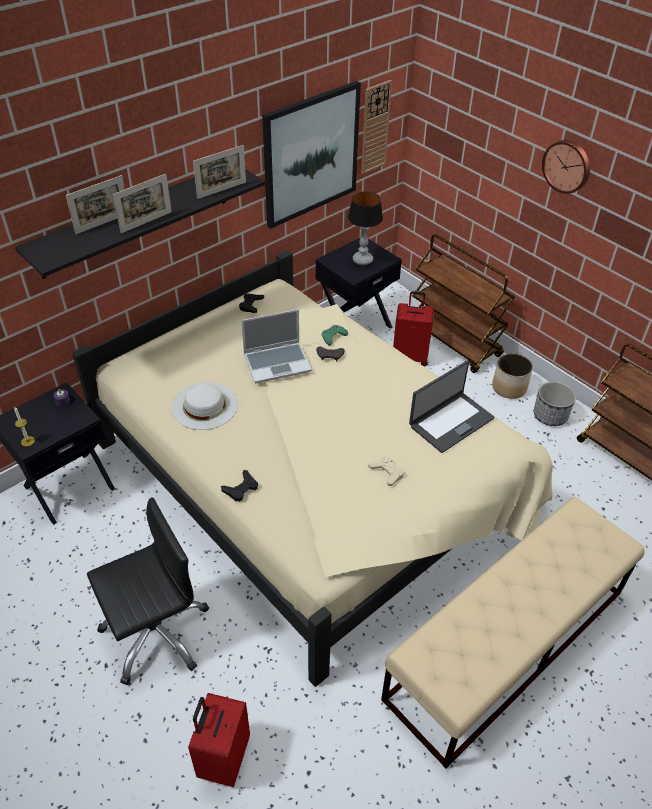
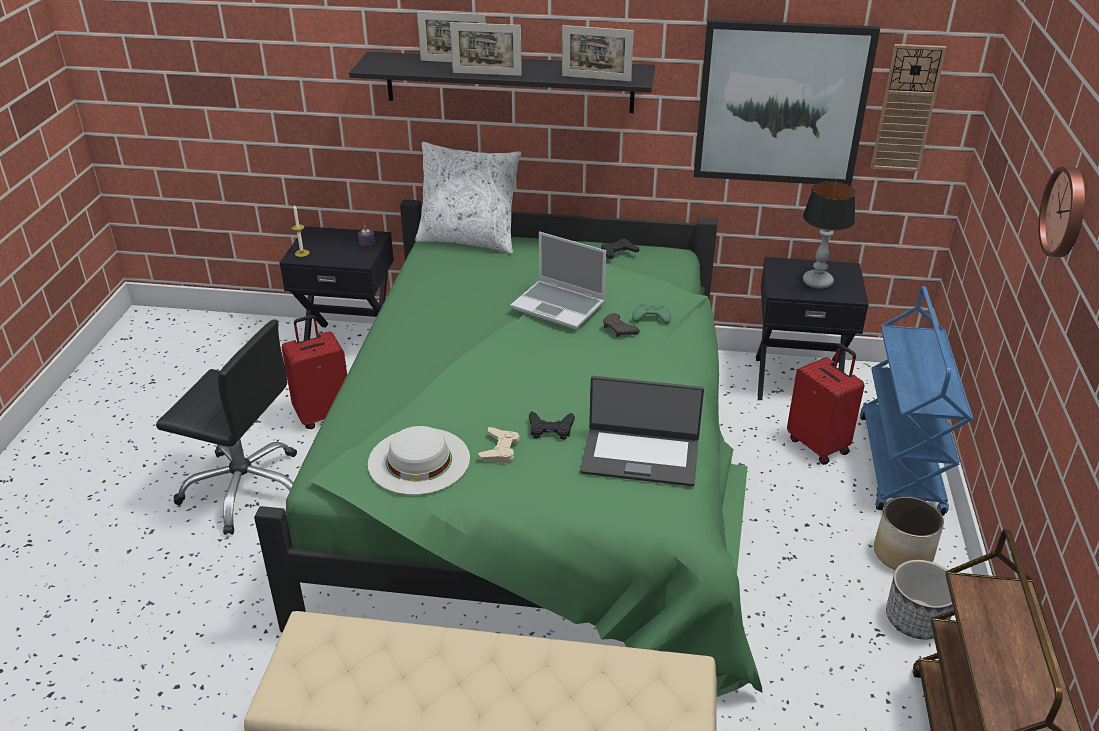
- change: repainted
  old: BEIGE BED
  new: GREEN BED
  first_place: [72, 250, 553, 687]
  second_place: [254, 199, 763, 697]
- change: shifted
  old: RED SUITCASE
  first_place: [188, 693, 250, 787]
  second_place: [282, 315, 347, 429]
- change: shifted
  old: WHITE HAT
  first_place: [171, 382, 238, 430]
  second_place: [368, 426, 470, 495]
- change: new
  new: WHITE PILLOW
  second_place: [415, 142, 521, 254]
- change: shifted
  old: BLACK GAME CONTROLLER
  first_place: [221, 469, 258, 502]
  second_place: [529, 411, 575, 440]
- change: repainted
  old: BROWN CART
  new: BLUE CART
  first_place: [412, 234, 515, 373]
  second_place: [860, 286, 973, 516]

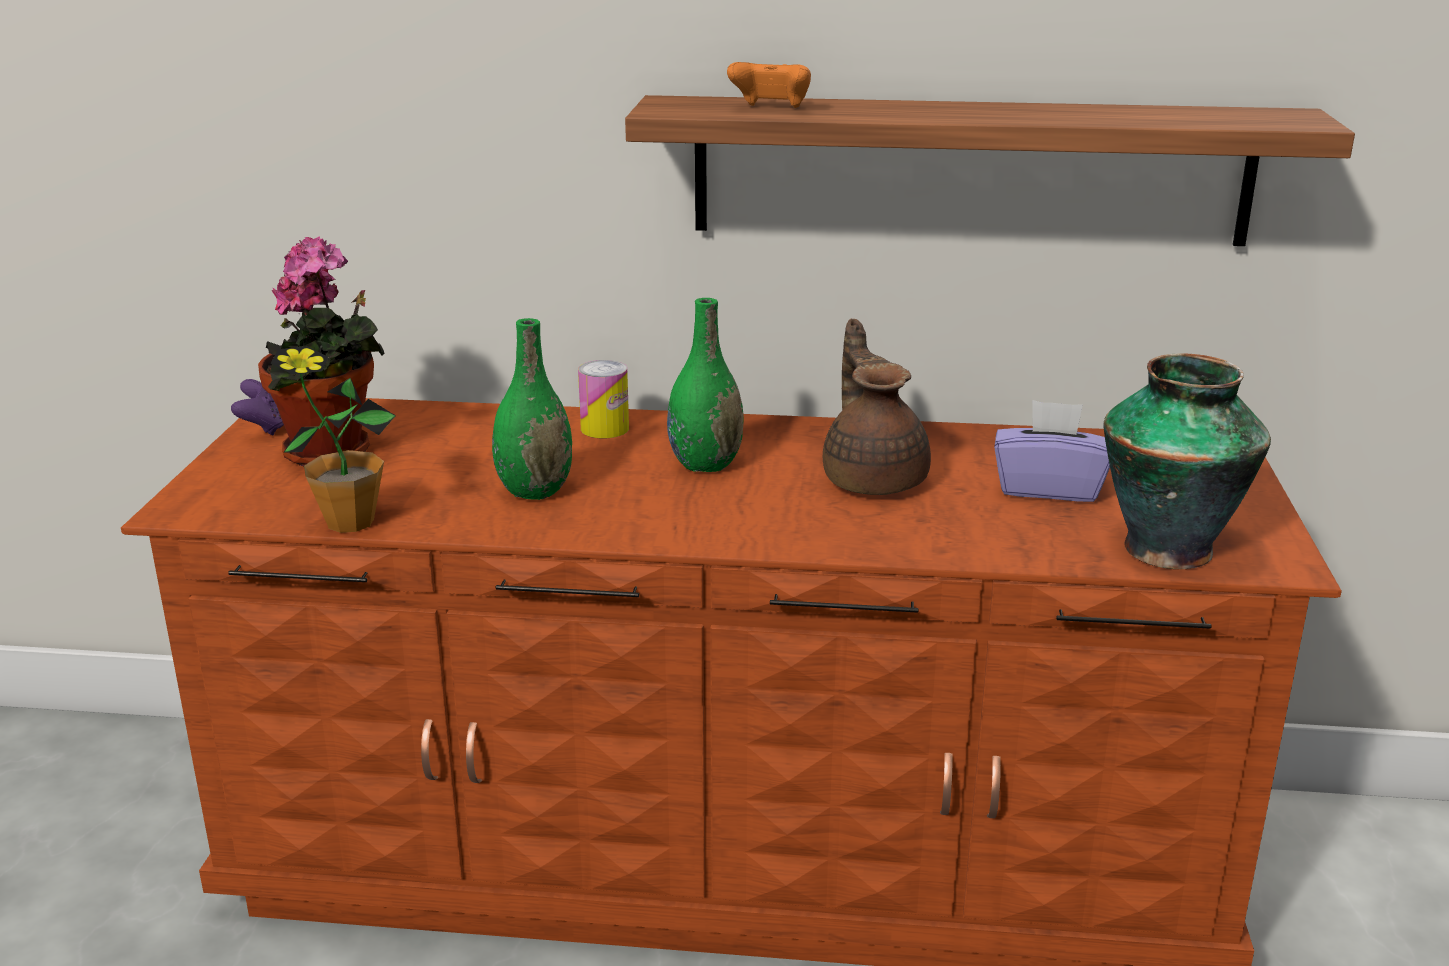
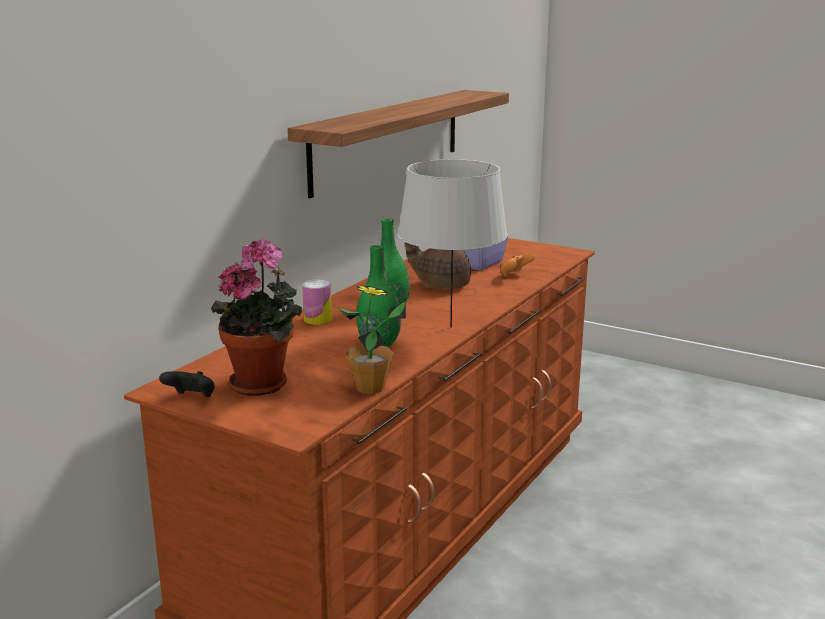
- change: repainted
  old: PURPLE GAME CONTROLLER
  new: BLACK GAME CONTROLLER
  first_place: [231, 379, 284, 435]
  second_place: [159, 371, 215, 397]
- change: new
  new: GREY TABLE LAMP
  second_place: [397, 159, 508, 328]
- change: shifted
  old: ORANGE GAME CONTROLLER
  first_place: [727, 62, 811, 108]
  second_place: [500, 253, 535, 277]
- change: gone
  old: VASE
  first_place: [1104, 353, 1271, 569]

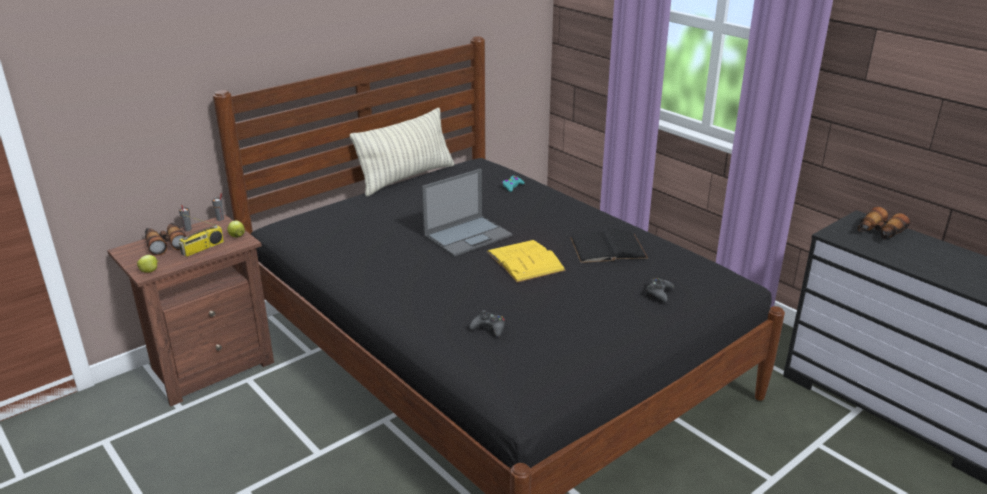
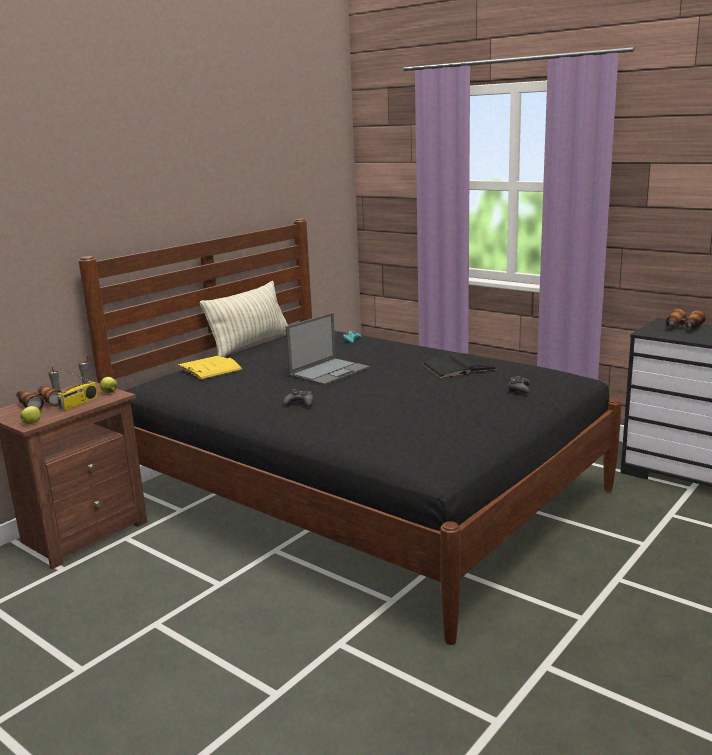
- change: shifted
  old: YELLOW BOOK
  first_place: [487, 240, 566, 283]
  second_place: [176, 356, 243, 380]
- change: shifted
  old: BLACK GAME CONTROLLER
  first_place: [469, 310, 505, 337]
  second_place: [283, 389, 313, 407]

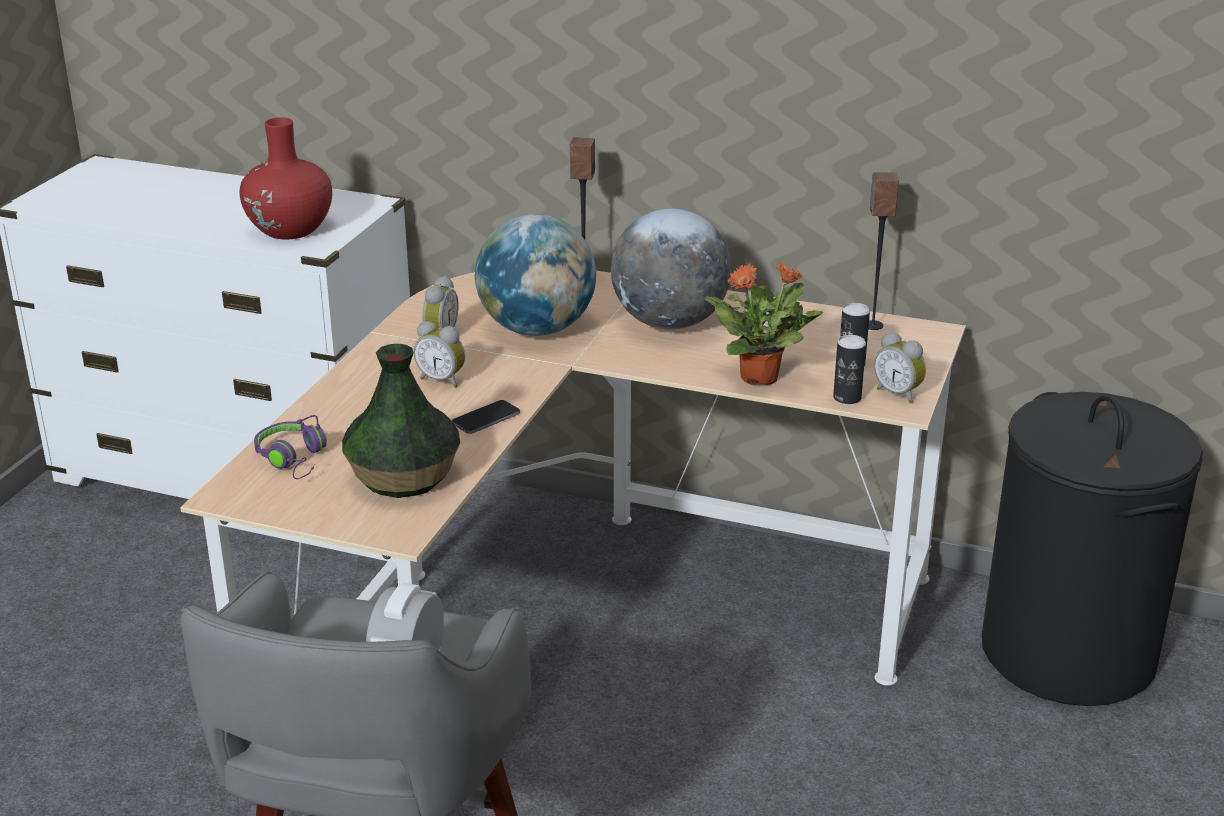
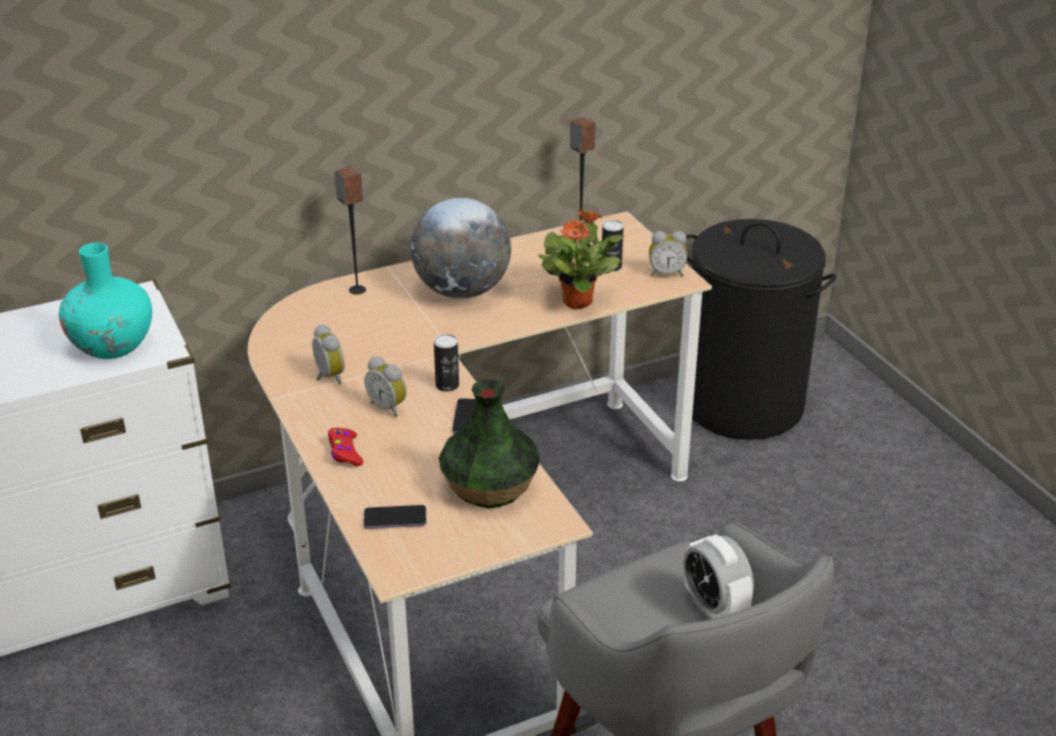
- change: repainted
  old: RED VASE
  new: TURQUOISE VASE
  first_place: [240, 117, 332, 239]
  second_place: [59, 243, 152, 359]
- change: new
  new: RED GAME CONTROLLER
  second_place: [328, 428, 363, 466]
- change: rotated
  old: ALARM CLOCK
  first_place: [414, 321, 465, 388]
  second_place: [364, 356, 407, 417]
  degrees: 60
- change: swapped
  old: PURPLE HEADPHONES
  new: PHONE
  first_place: [254, 415, 327, 479]
  second_place: [364, 505, 426, 529]
- change: shifted
  old: CAN
  first_place: [833, 335, 866, 404]
  second_place: [434, 334, 459, 392]
- change: gone
  old: GLOBE
  first_place: [475, 214, 596, 336]

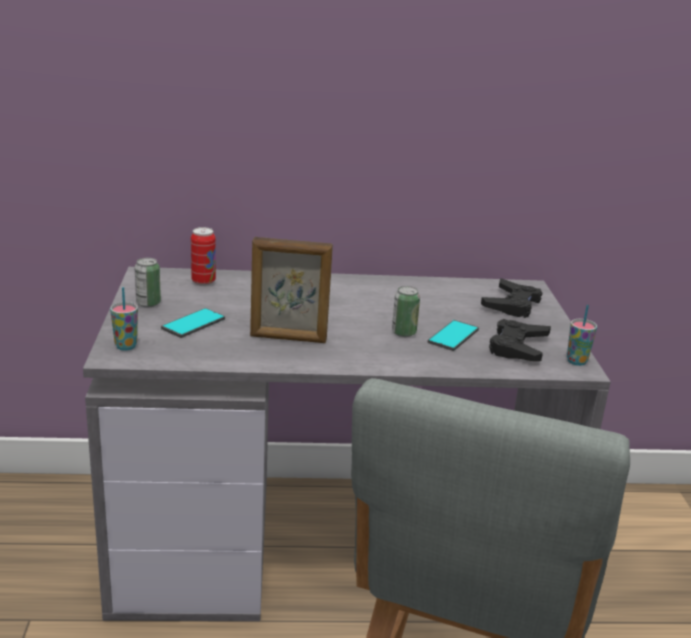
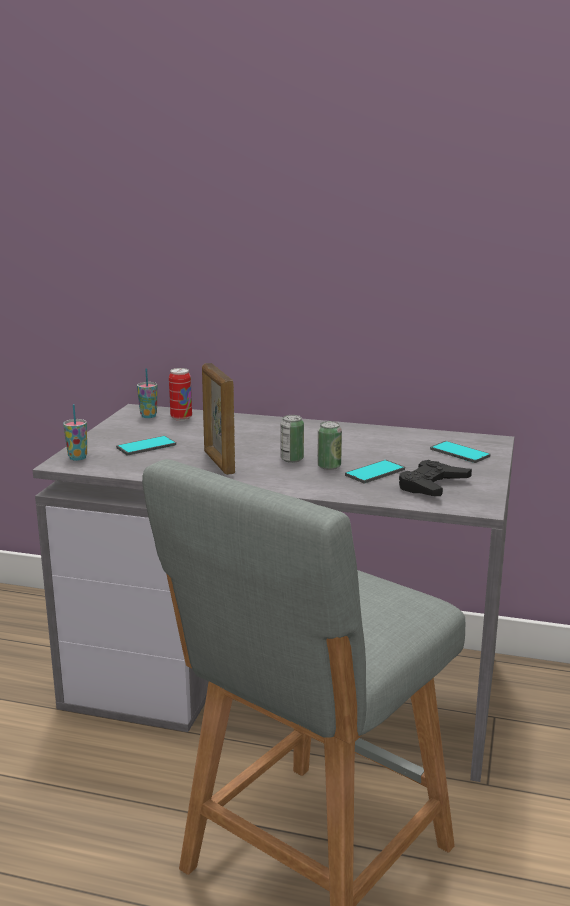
- change: shifted
  old: CUP
  first_place: [567, 305, 597, 366]
  second_place: [137, 368, 157, 418]
- change: rotated
  old: PICTURE FRAME
  first_place: [250, 237, 333, 343]
  second_place: [202, 363, 235, 475]
  degrees: 45
- change: shifted
  old: CAN
  first_place: [135, 258, 161, 307]
  second_place: [280, 415, 304, 463]
- change: swapped
  old: BLACK GAME CONTROLLER
  new: PHONE
  first_place: [481, 278, 542, 318]
  second_place: [430, 441, 491, 463]

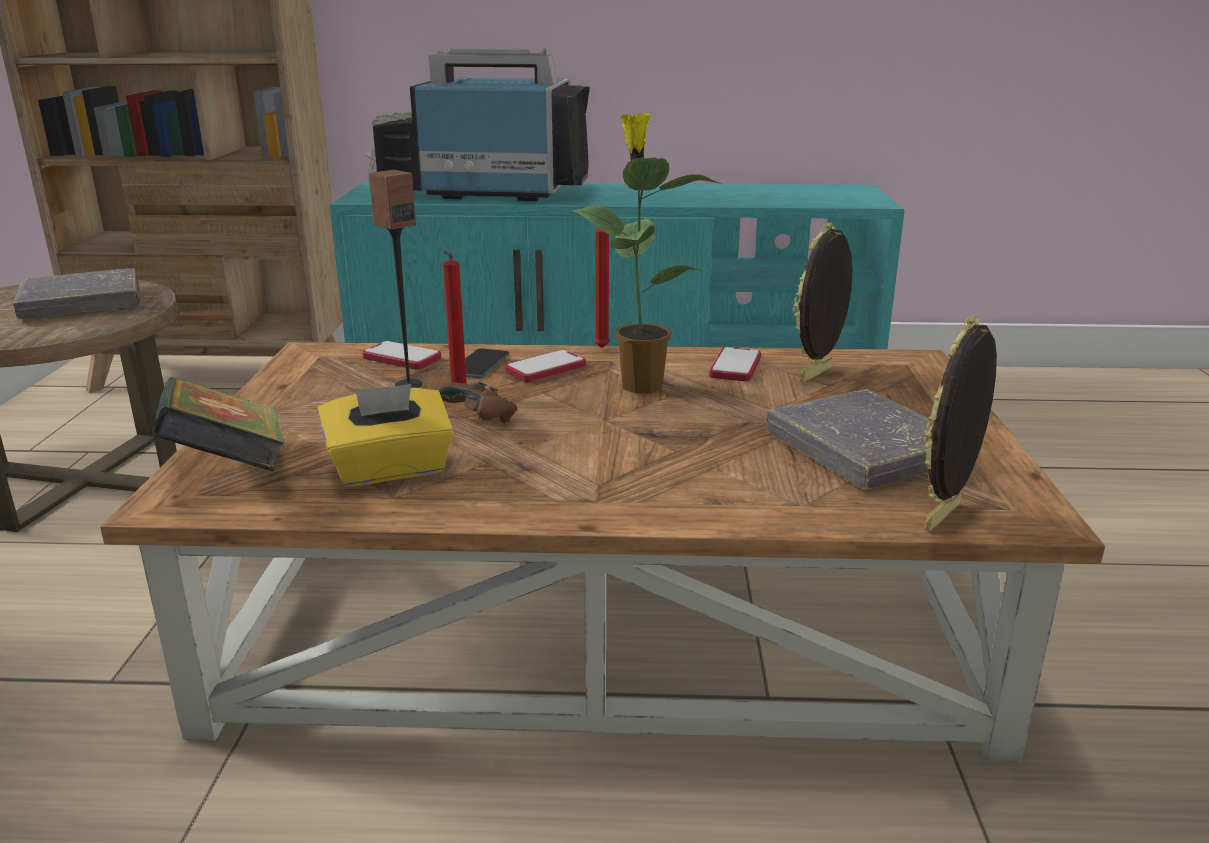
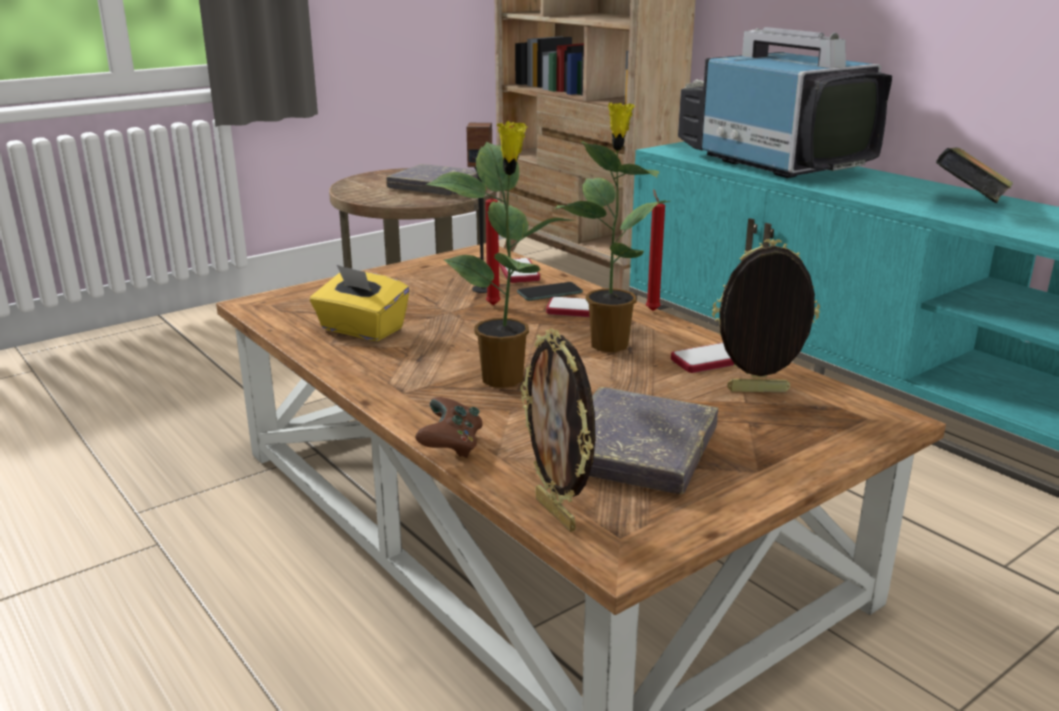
- change: shifted
  old: BROWN GAME CONTROLLER
  first_place: [437, 381, 518, 423]
  second_place: [415, 397, 483, 458]
- change: new
  new: POTTED PLANT
  second_place: [425, 121, 572, 388]
- change: rotated
  old: PICTURE FRAME
  first_place: [923, 315, 997, 531]
  second_place: [521, 328, 596, 532]
  degrees: -120
- change: shifted
  old: BOOK
  first_place: [152, 377, 286, 471]
  second_place: [936, 147, 1013, 203]

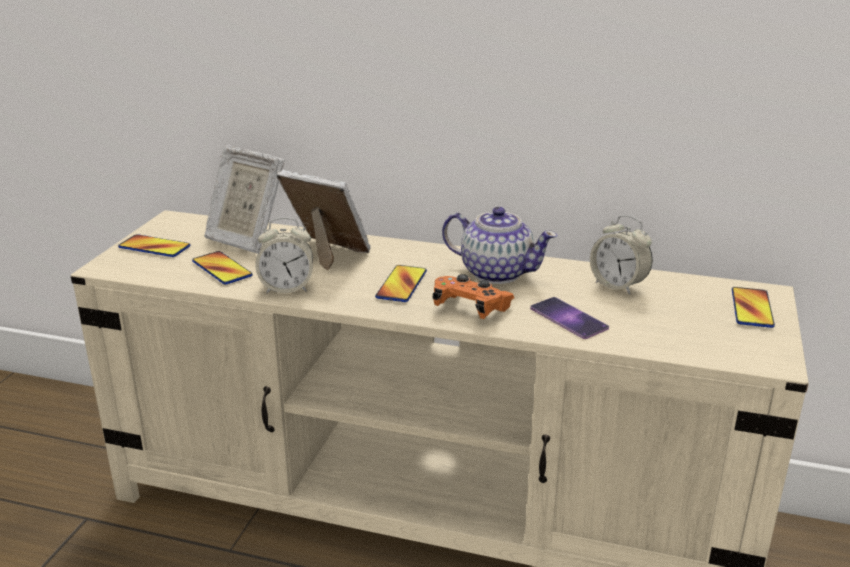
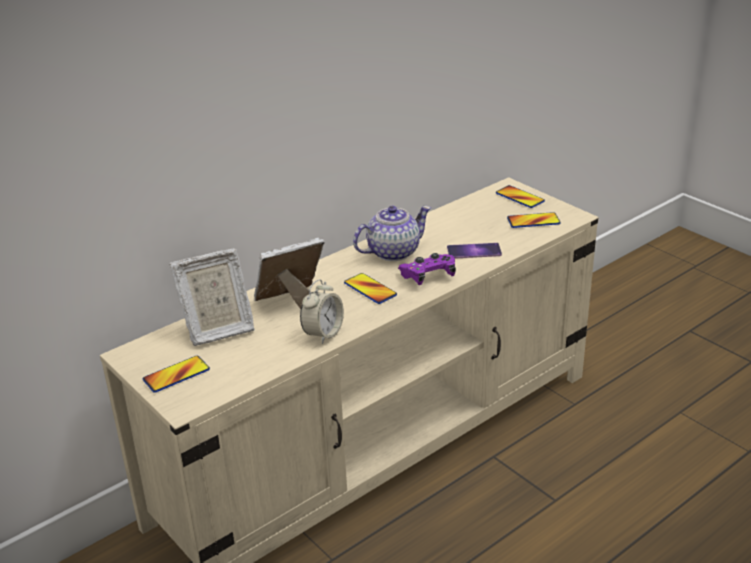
- change: repainted
  old: ORANGE GAME CONTROLLER
  new: PURPLE GAME CONTROLLER
  first_place: [433, 274, 514, 319]
  second_place: [398, 253, 456, 285]
- change: shifted
  old: PHONE
  first_place: [192, 251, 253, 285]
  second_place: [507, 212, 561, 228]
- change: gone
  old: ALARM CLOCK
  first_place: [590, 215, 653, 295]

